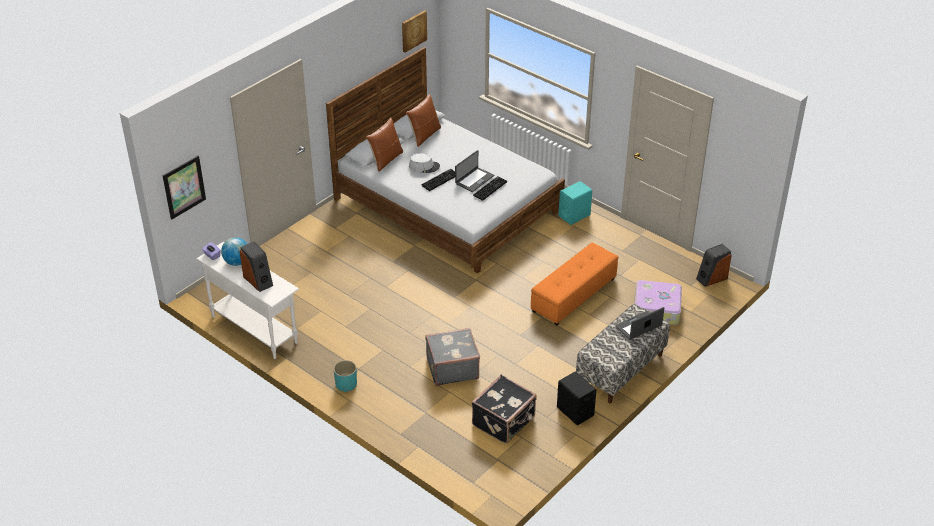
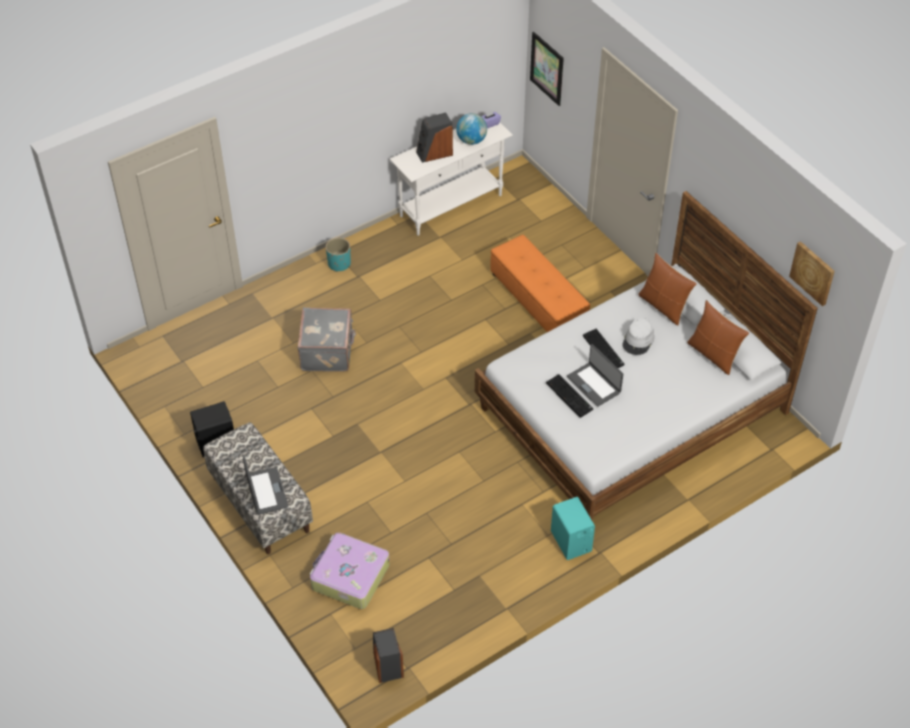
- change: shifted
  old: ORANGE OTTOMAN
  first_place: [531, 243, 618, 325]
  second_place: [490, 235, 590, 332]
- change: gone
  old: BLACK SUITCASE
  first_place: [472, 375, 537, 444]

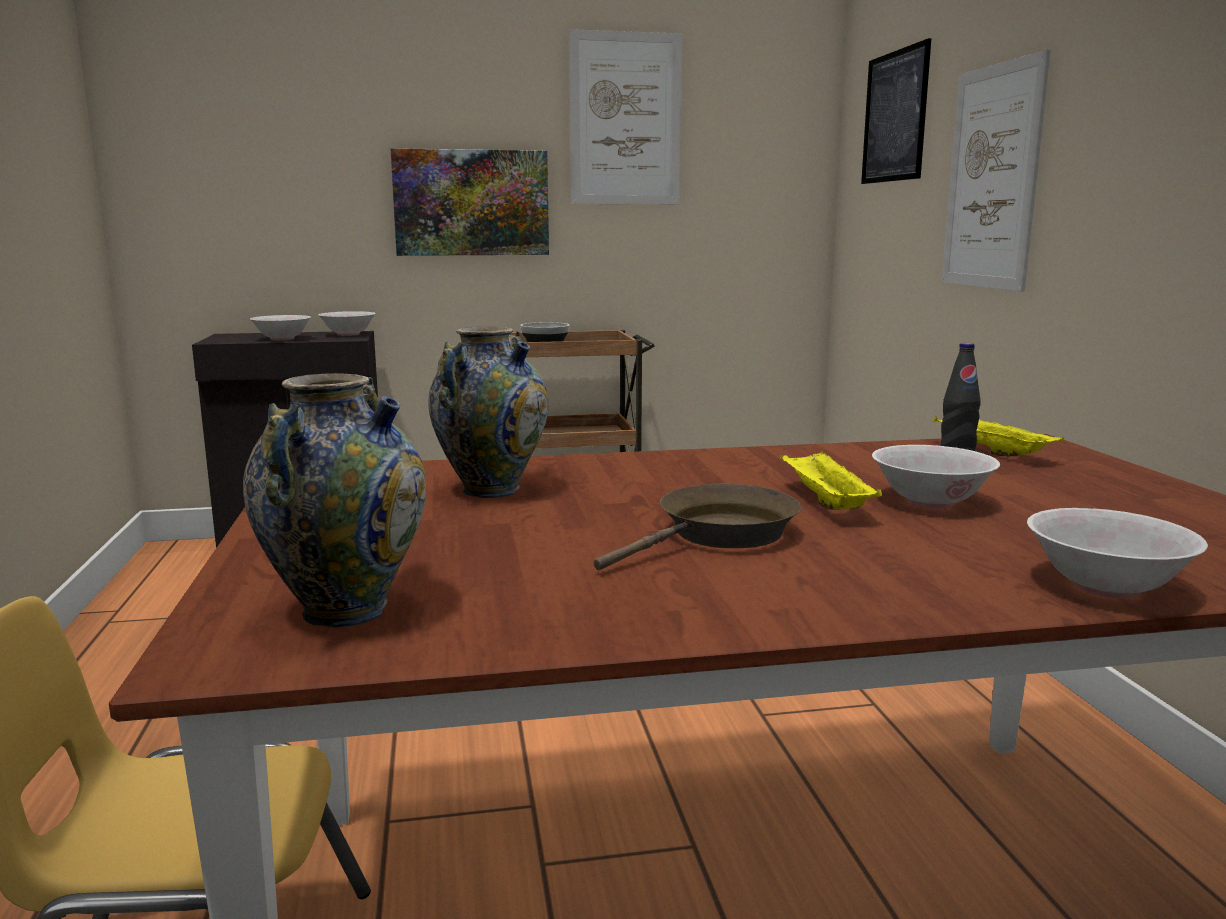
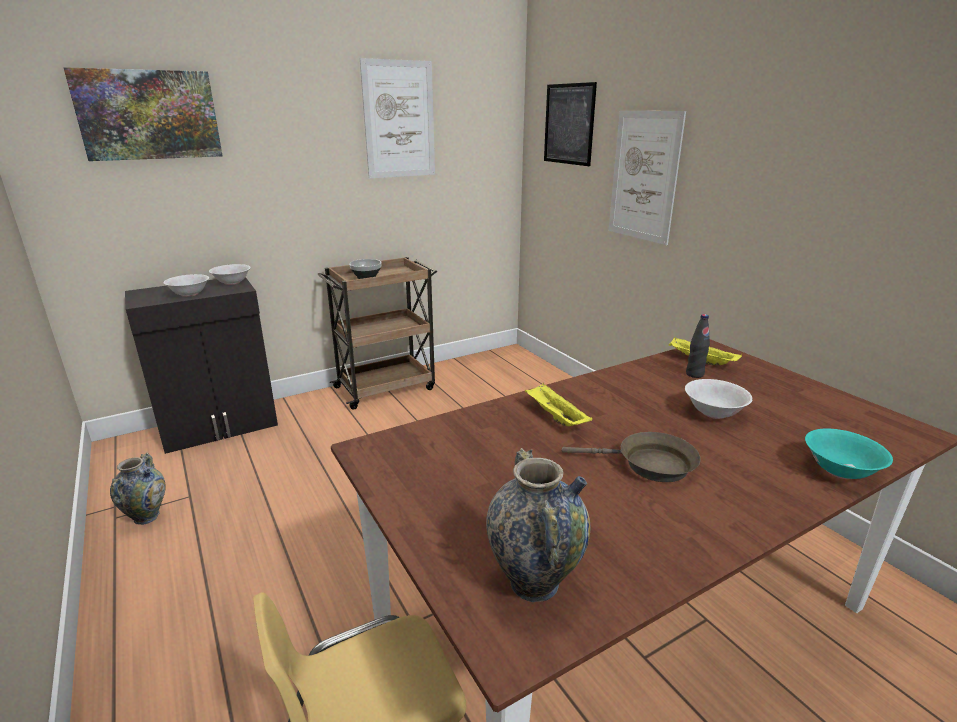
- change: shifted
  old: PICTURE
  first_place: [391, 148, 549, 256]
  second_place: [63, 67, 223, 161]
- change: shifted
  old: VASE
  first_place: [428, 326, 549, 498]
  second_place: [110, 453, 166, 525]
- change: shifted
  old: YELLOW TRAY
  first_place: [780, 451, 882, 510]
  second_place: [525, 383, 592, 426]
- change: rotated
  old: BROWN FRYING PAN
  first_place: [594, 484, 801, 570]
  second_place: [562, 432, 701, 482]
  degrees: 75
- change: repainted
  old: WHITE BOWL
  new: TURQUOISE BOWL
  first_place: [1027, 508, 1208, 598]
  second_place: [805, 428, 893, 479]

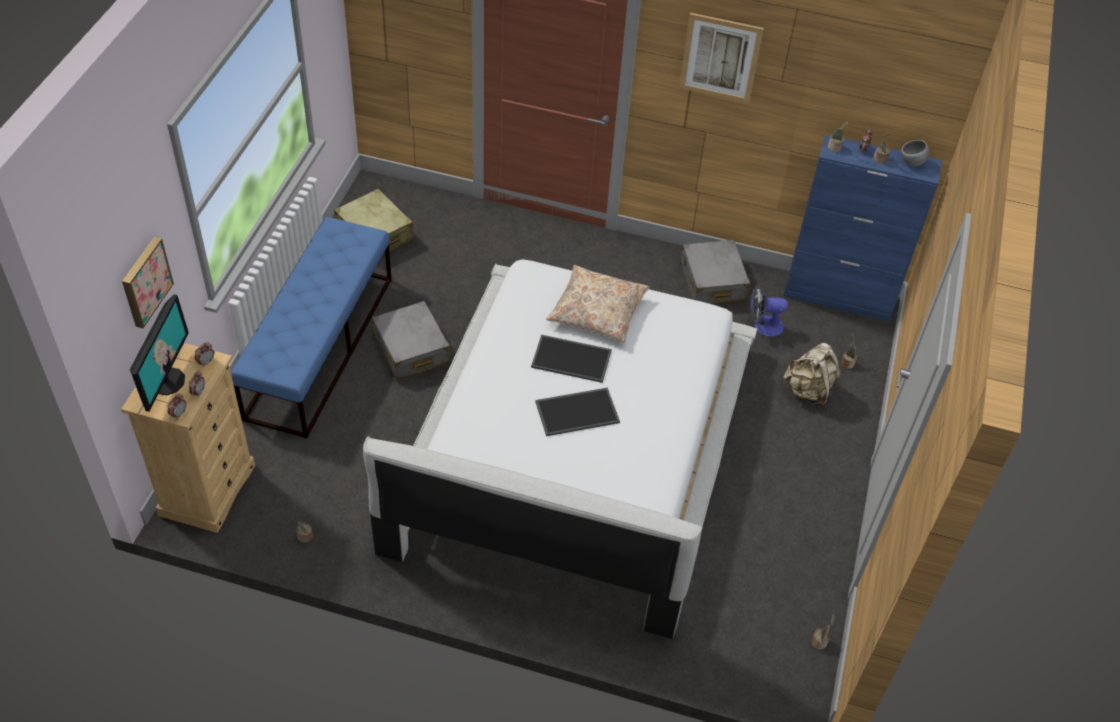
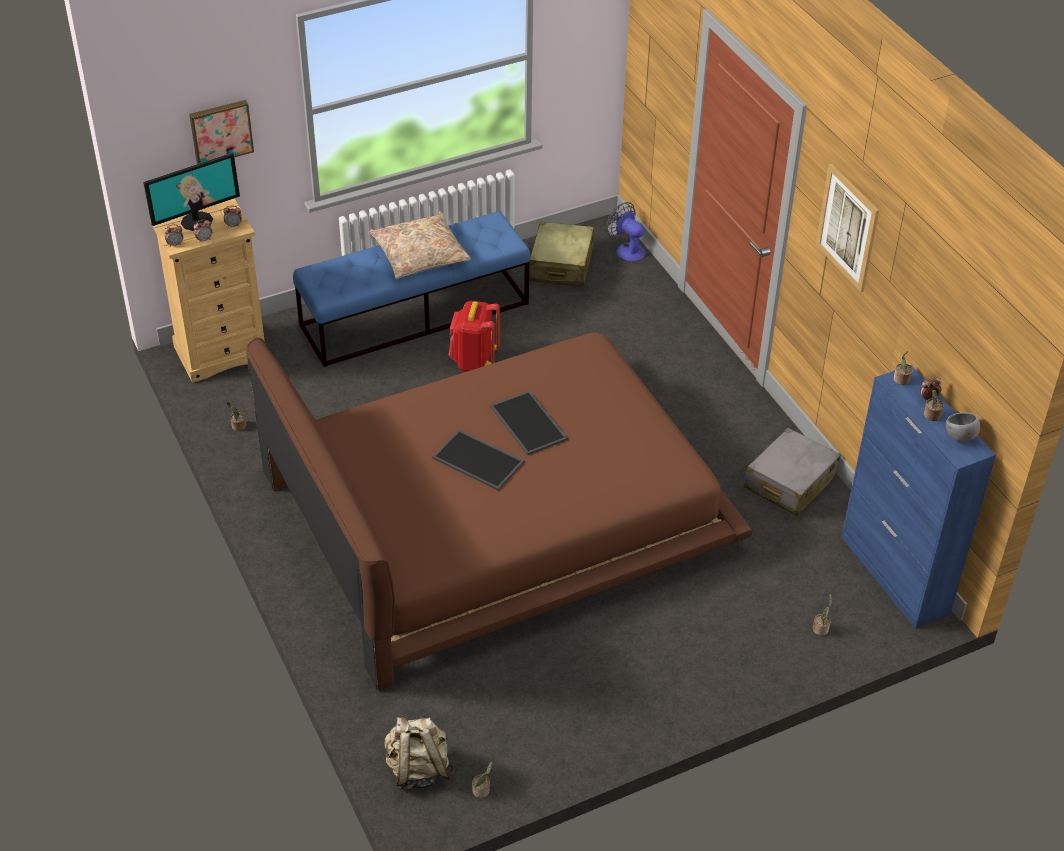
- change: repainted
  old: WHITE BED
  new: BROWN BED
  first_place: [363, 259, 757, 639]
  second_place: [246, 332, 753, 690]
- change: shifted
  old: BEIGE PILLOW
  first_place: [546, 265, 649, 342]
  second_place: [369, 212, 471, 279]
- change: shifted
  old: BEIGE BACKPACK
  first_place: [783, 343, 841, 407]
  second_place: [384, 715, 454, 790]
- change: swapped
  old: GREY SUITCASE
  new: RED BACKPACK
  first_place: [372, 301, 451, 381]
  second_place: [449, 301, 500, 372]
- change: shifted
  old: FAN
  first_place: [750, 285, 788, 337]
  second_place: [606, 202, 645, 262]

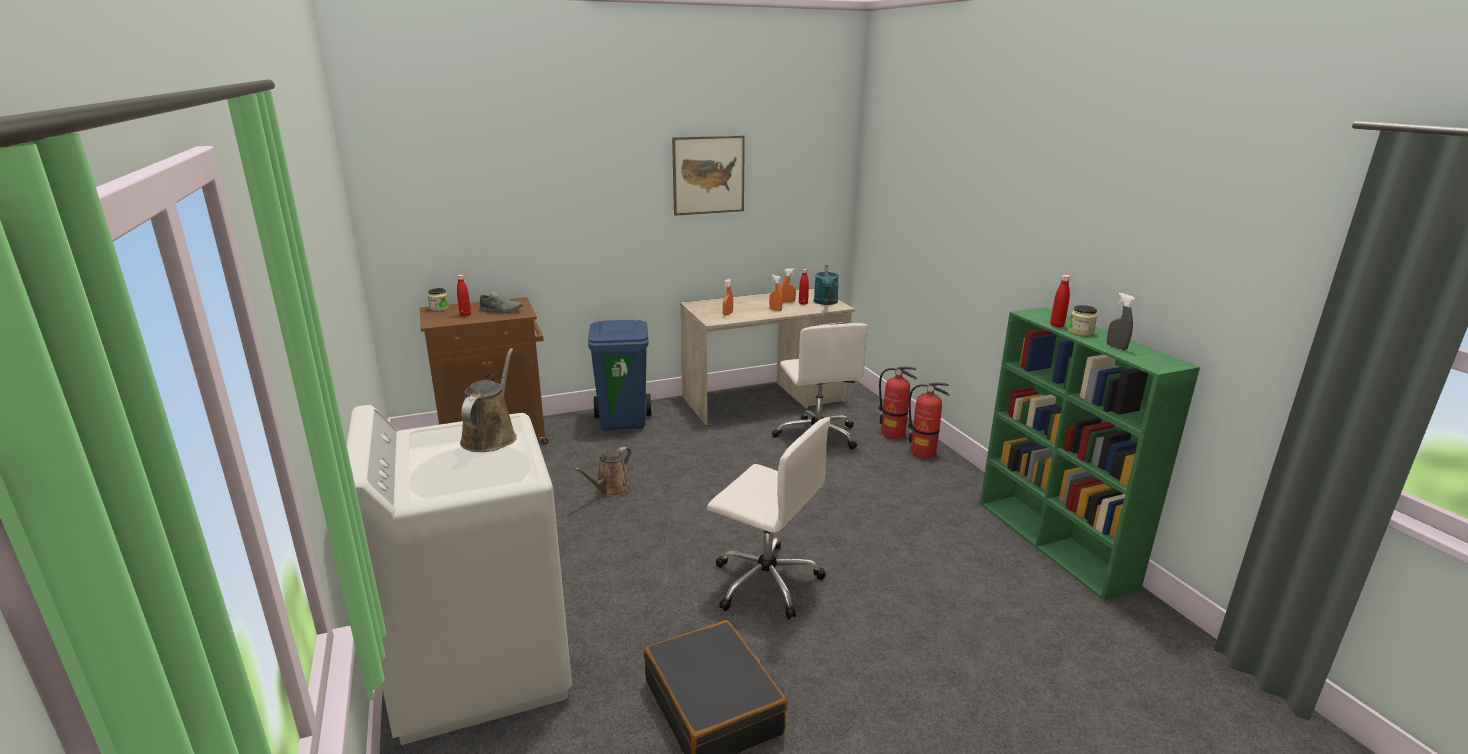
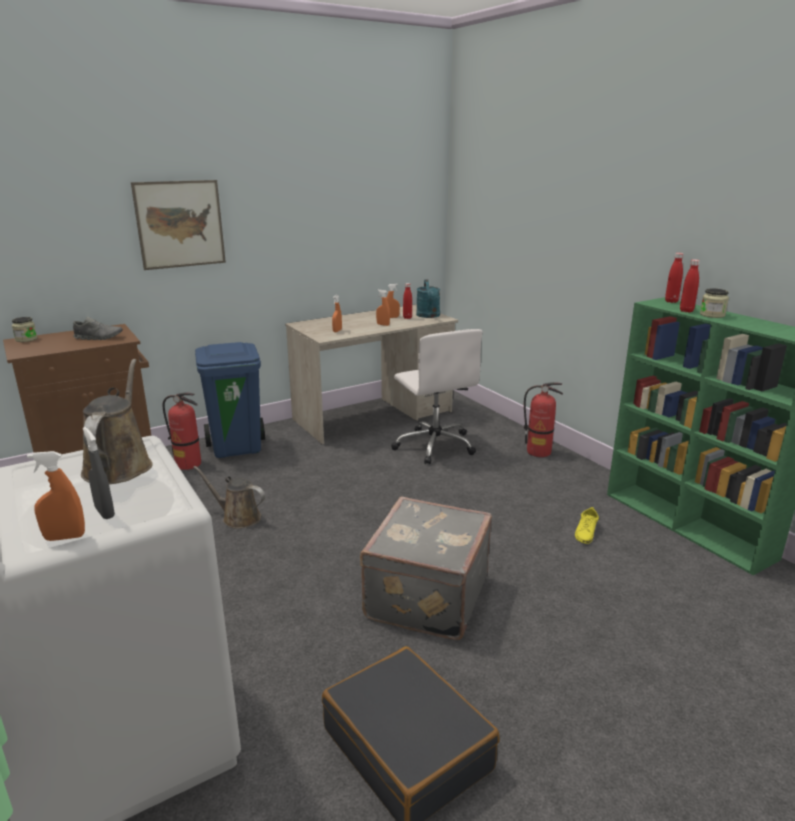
- change: new
  new: ORANGE SPRAY BOTTLE
  second_place: [27, 451, 85, 541]
- change: shifted
  old: GREY SPRAY BOTTLE
  first_place: [1107, 293, 1135, 350]
  second_place: [83, 427, 115, 519]
- change: shifted
  old: PICTURE
  first_place: [672, 136, 745, 216]
  second_place: [131, 180, 226, 270]
- change: shifted
  old: FIRE EXTINGUISHER
  first_place: [879, 366, 917, 439]
  second_place: [163, 392, 201, 470]
- change: rotated
  old: BROWN WATERING CAN
  first_place: [574, 447, 632, 497]
  second_place: [193, 466, 265, 529]
  degrees: 90
- change: swapped
  old: WHITE OFFICE CHAIR
  new: GREY SUITCASE
  first_place: [707, 418, 830, 619]
  second_place: [360, 497, 492, 640]
- change: new
  new: YELLOW SHOE
  second_place: [575, 507, 599, 544]
- change: shifted
  old: RED BOTTLE
  first_place: [457, 275, 471, 316]
  second_place: [665, 253, 683, 303]

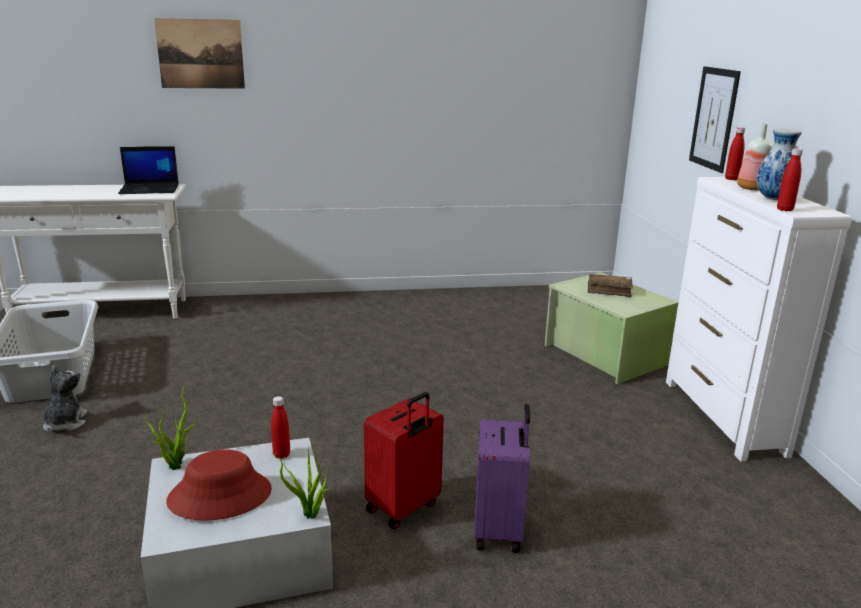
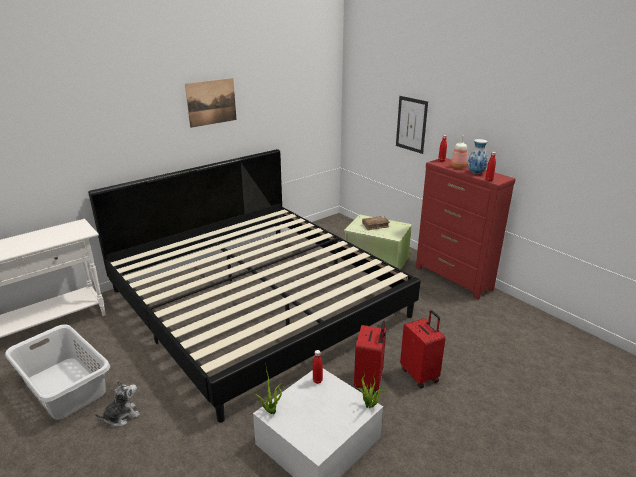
- change: new
  new: BED
  second_place: [88, 149, 421, 423]
- change: rotated
  old: PLUSH TOY
  first_place: [43, 365, 87, 431]
  second_place: [95, 380, 140, 427]
  degrees: 90
- change: shifted
  old: PICTURE
  first_place: [154, 18, 245, 89]
  second_place: [185, 78, 237, 128]
- change: repainted
  old: PURPLE SUITCASE
  new: RED SUITCASE
  first_place: [474, 404, 530, 553]
  second_place: [400, 310, 446, 389]
- change: repainted
  old: WHITE DRESSER
  new: RED DRESSER
  first_place: [666, 177, 852, 461]
  second_place: [416, 158, 516, 299]
- change: gone
  old: LAPTOP
  first_place: [118, 146, 179, 194]
- change: gone
  old: RED HAT
  first_place: [166, 449, 272, 521]

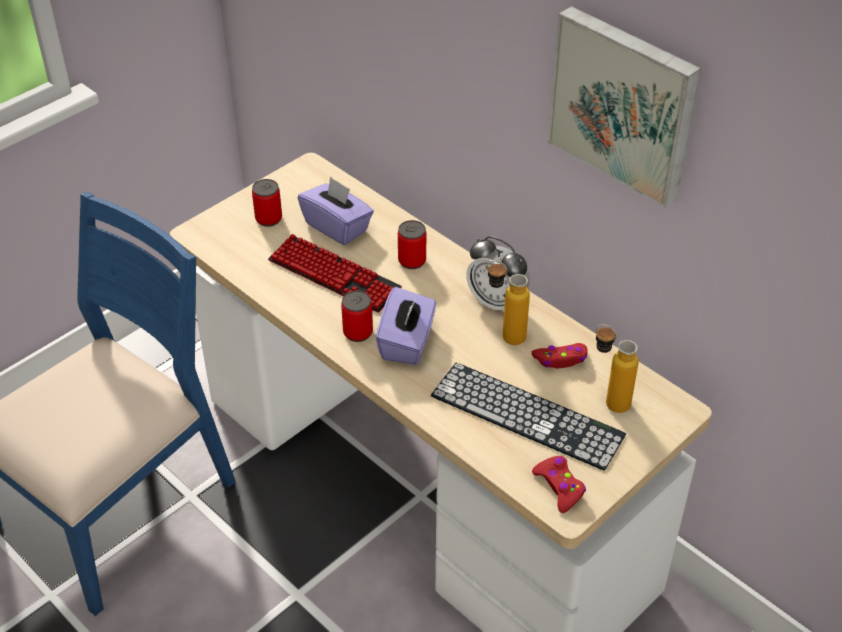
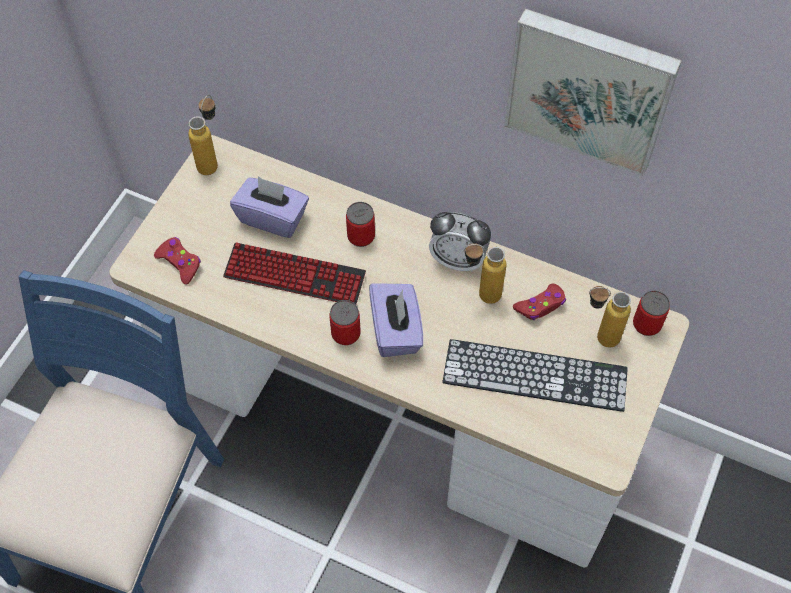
- change: shifted
  old: RED GAME CONTROLLER
  first_place: [532, 456, 586, 513]
  second_place: [154, 237, 201, 285]
- change: new
  new: BOTTLE
  second_place: [188, 95, 218, 175]
- change: shifted
  old: CAN
  first_place: [252, 179, 282, 227]
  second_place: [633, 291, 670, 336]

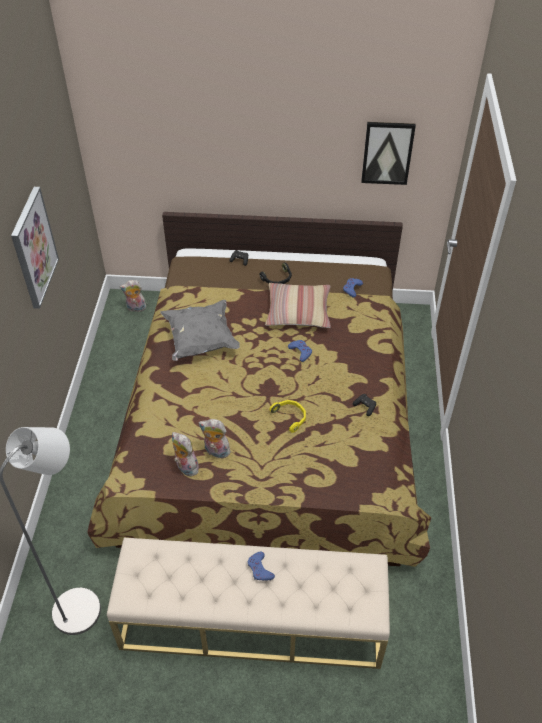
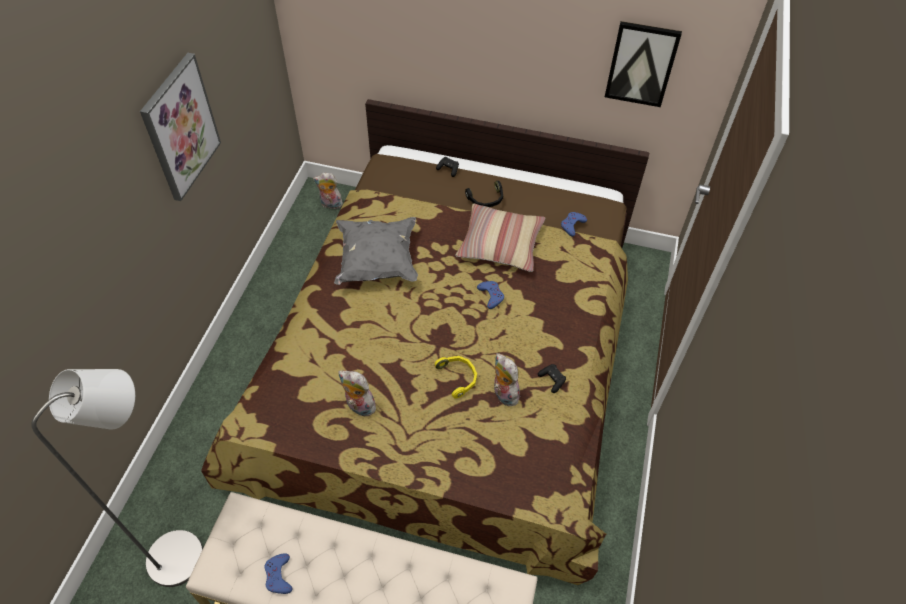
- change: shifted
  old: BLUE GAME CONTROLLER
  first_place: [248, 552, 275, 580]
  second_place: [264, 553, 292, 594]
- change: shifted
  old: PLUSH TOY
  first_place: [172, 432, 199, 476]
  second_place: [494, 353, 520, 406]

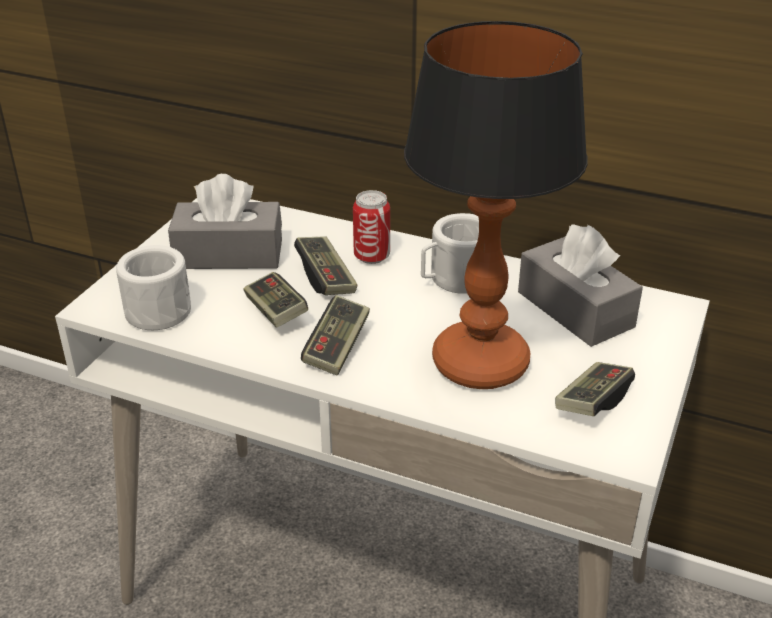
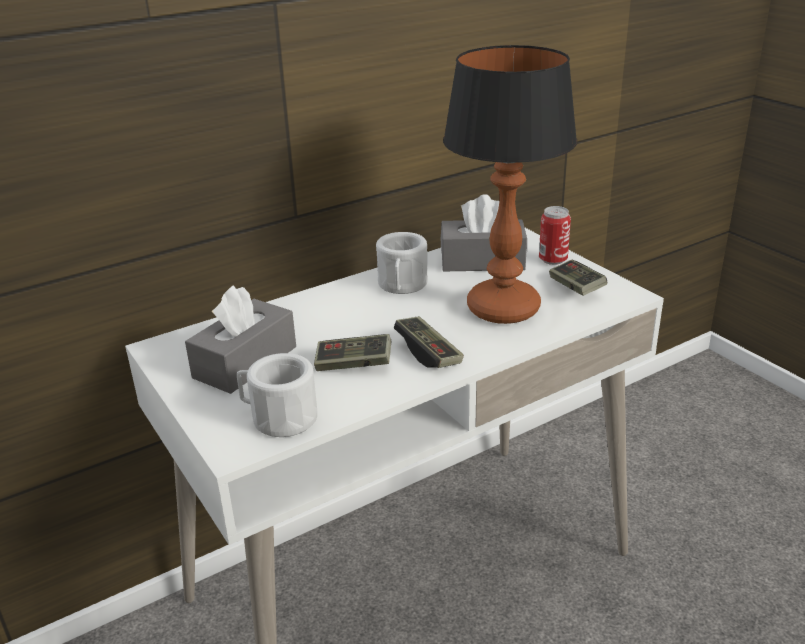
- change: shifted
  old: CAN
  first_place: [353, 190, 390, 264]
  second_place: [539, 206, 571, 265]
- change: gone
  old: GAME CONTROLLER
  first_place: [294, 236, 357, 295]

